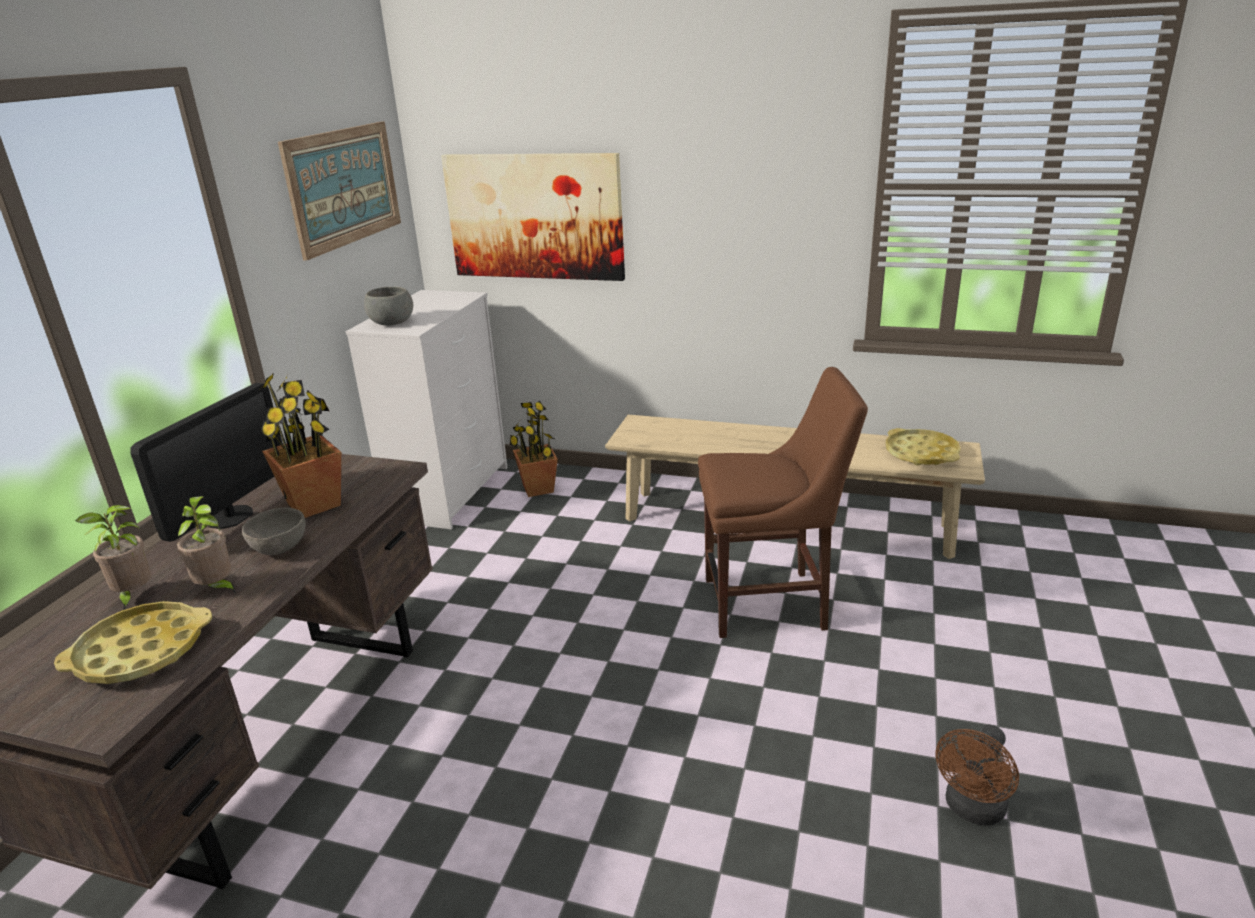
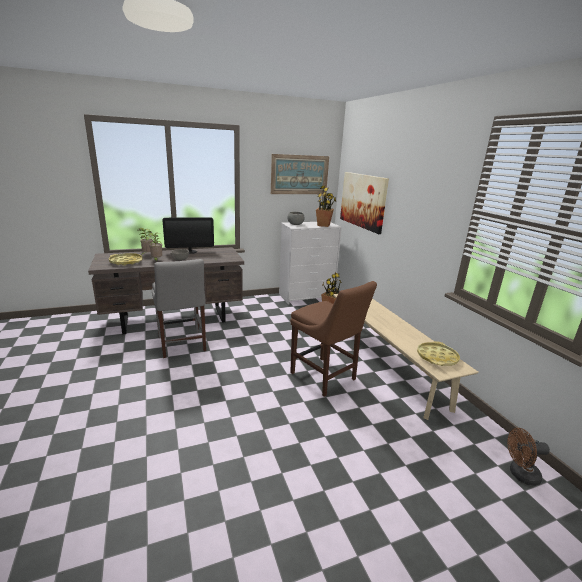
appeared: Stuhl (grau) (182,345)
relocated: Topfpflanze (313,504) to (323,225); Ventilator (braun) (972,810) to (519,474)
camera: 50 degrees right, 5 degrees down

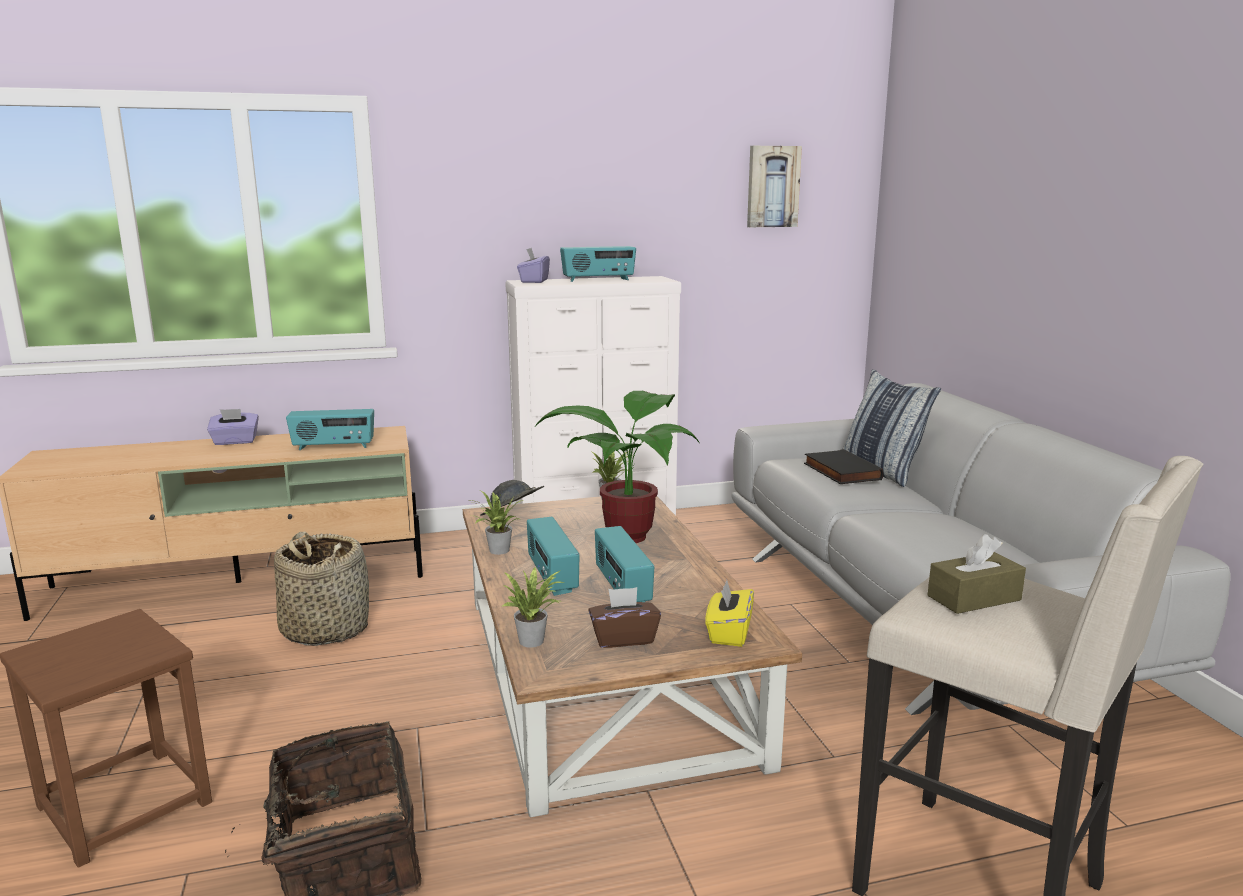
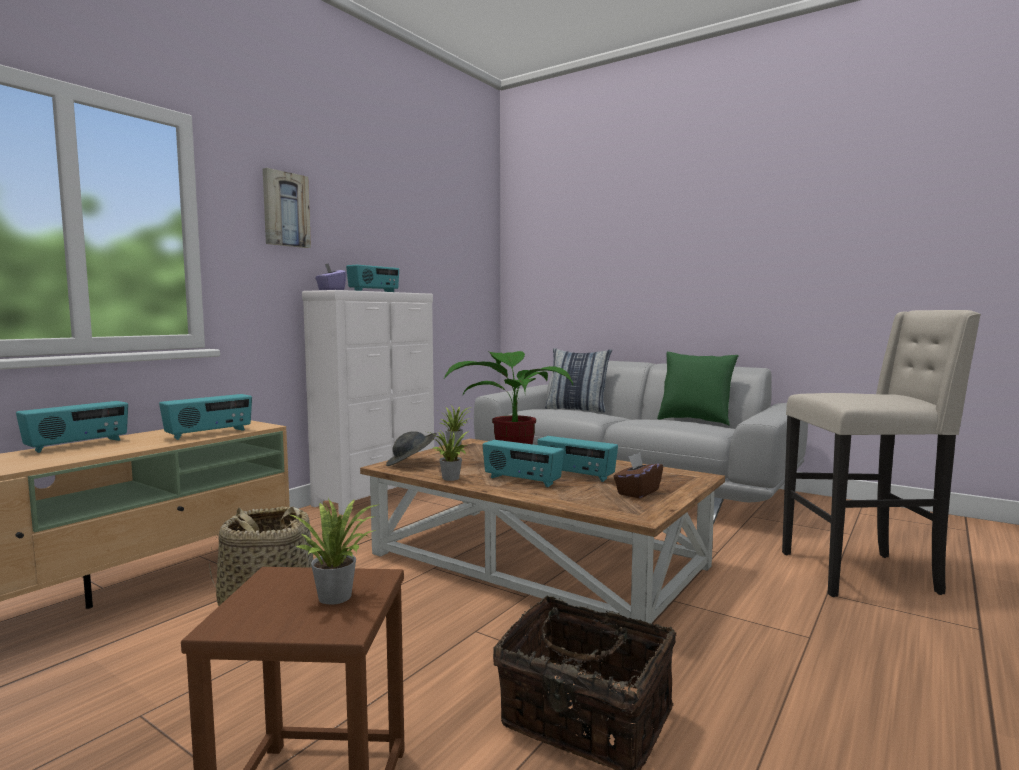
missing: Taschentuchbox (gelb) (728,633); Buch (schwarz) (840,471); Taschentuchbox (braun) (974,598)
appeared: Kissen (grün) (695,421)
relocated: Topfpflanze (535,640) to (338,595); Bild (772,186) to (285,209)
exchanged: Taschentuchbox (lila) (235,441) to Radio (78,445)
camera: 40 degrees left, 10 degrees down

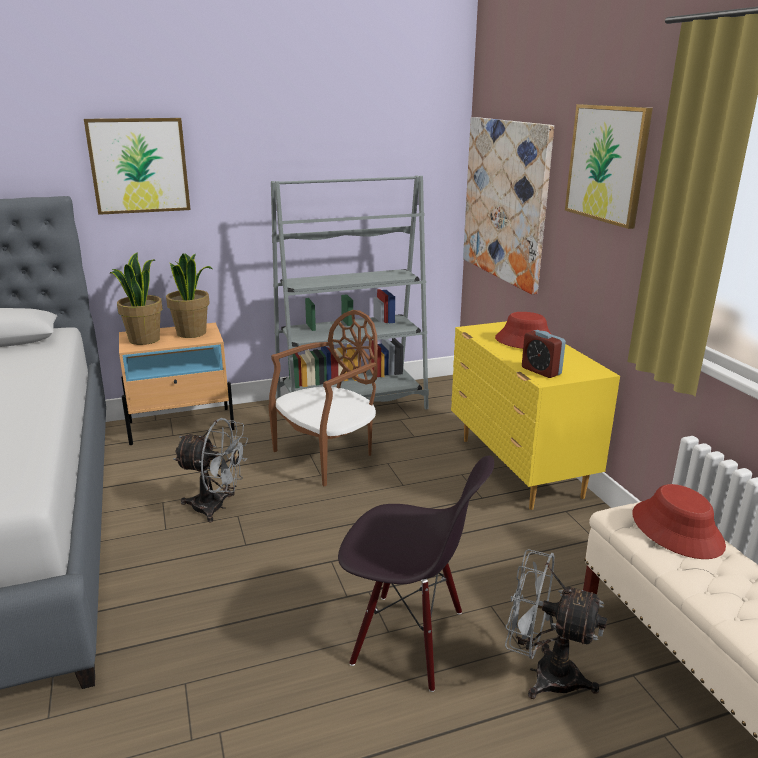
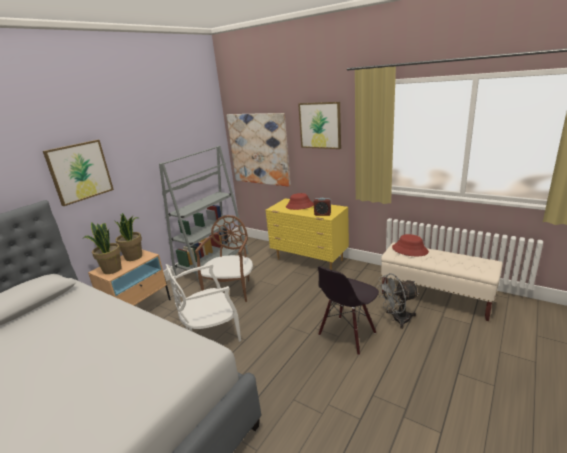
exchanged: Ventilator (grau) (216,507) to Stuhl (weiß) (210,333)
spun: Stuhl (schwarz) (408,639) = (347,334) 150 degrees clockwise
camera: 35 degrees left, 0 degrees up

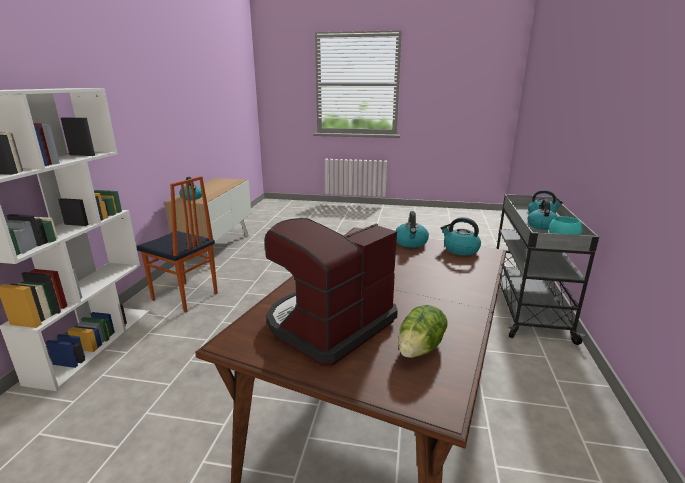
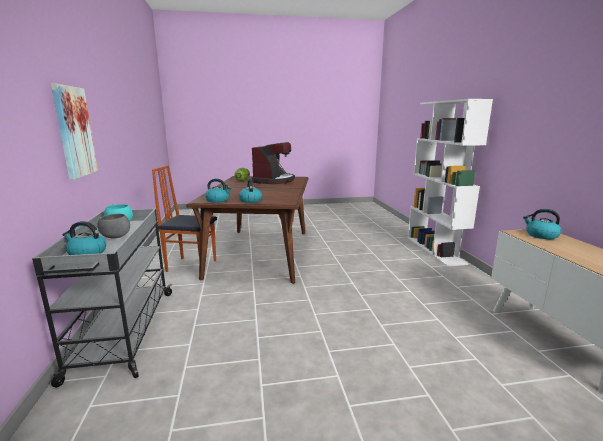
appeared: Bild (74,132)
relocated: Stuhl (184,297) to (191,265)
exchanged: Wasserkessel (541,225) to Schüssel (grau) (116,237)
camera: 160 degrees right, 5 degrees down

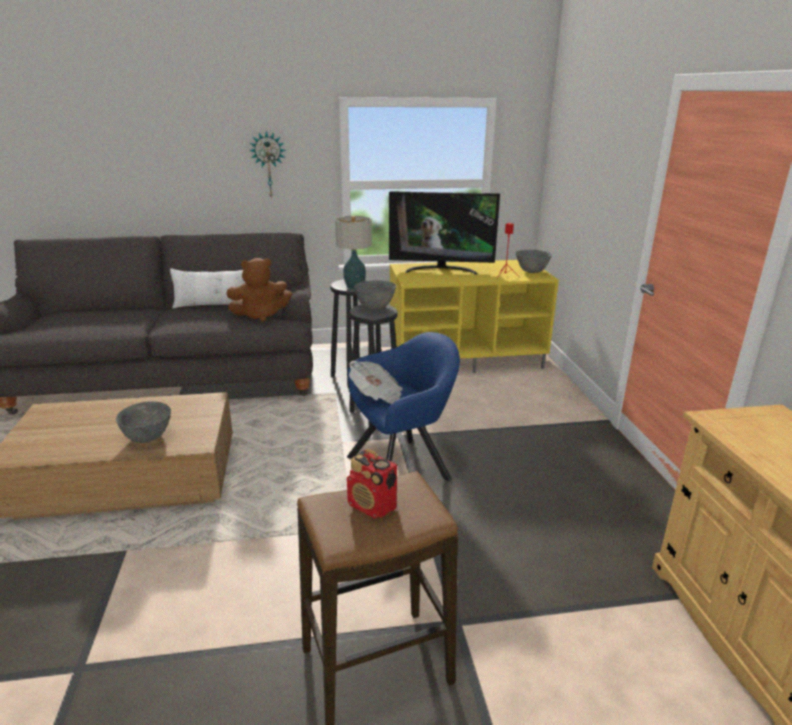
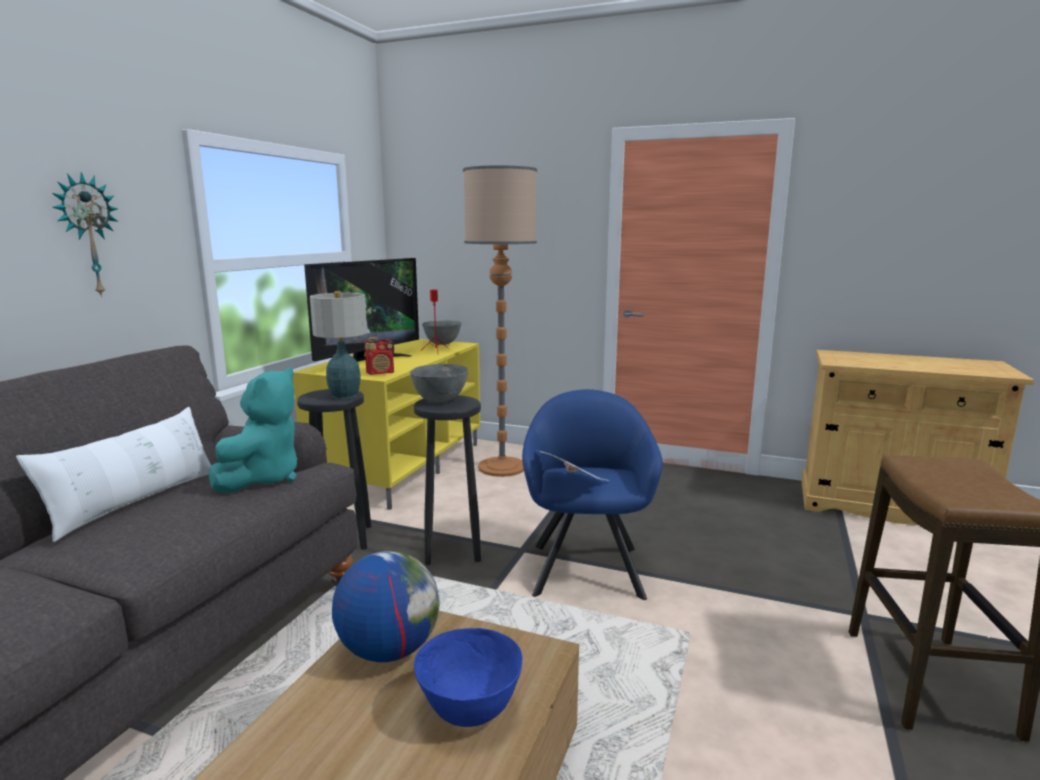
appeared: Globus (389,650); Stehlampe (502,467)
relocated: Radio (372,506) to (381,373)
colour: Schüssel (grau) (147,438) to Schüssel (blau) (470,711); Plüschtier (braun) (261,315) to Plüschtier (türkis) (263,478)
camera: 60 degrees left, 10 degrees down

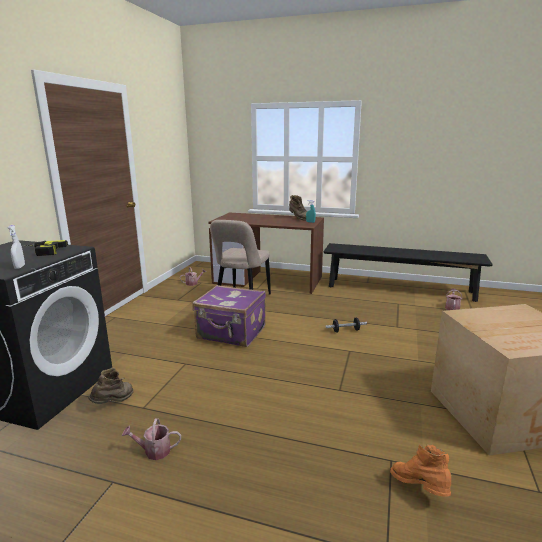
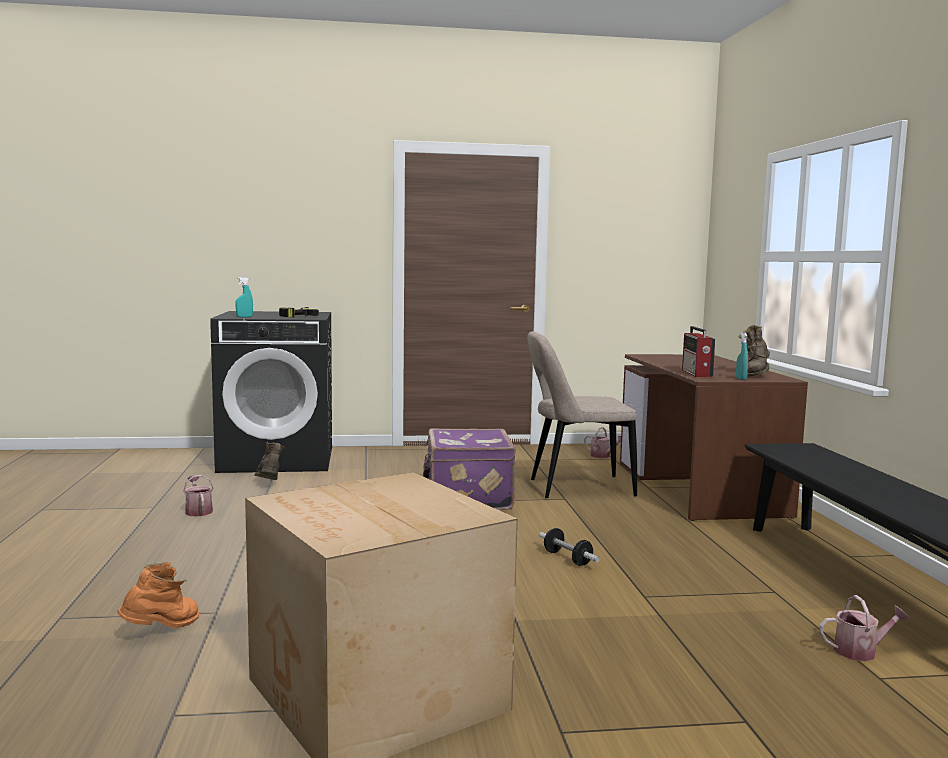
appeared: Radio (696,373)
colour: Sprühflasche (weiß) (19,267) to Sprühflasche (türkis) (244,317)
spun: Stiefel (braun) (114,402) = (268,484) 120 degrees counterclockwise
camera: 65 degrees right, 10 degrees down

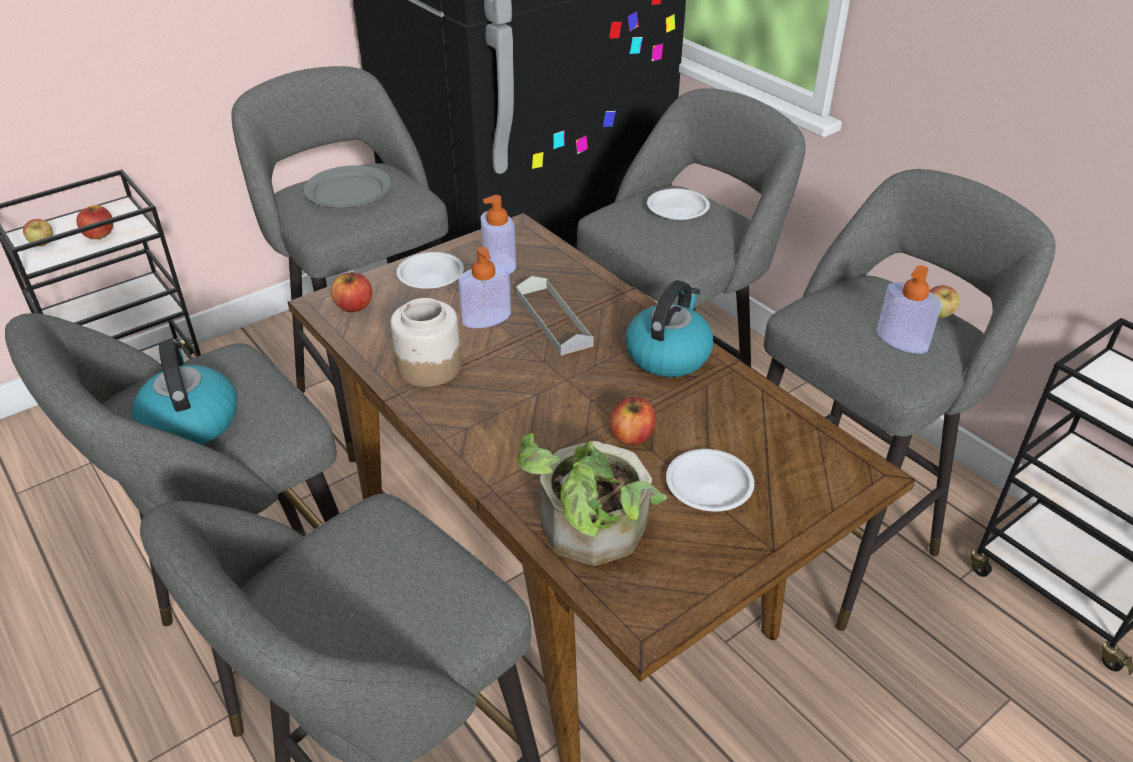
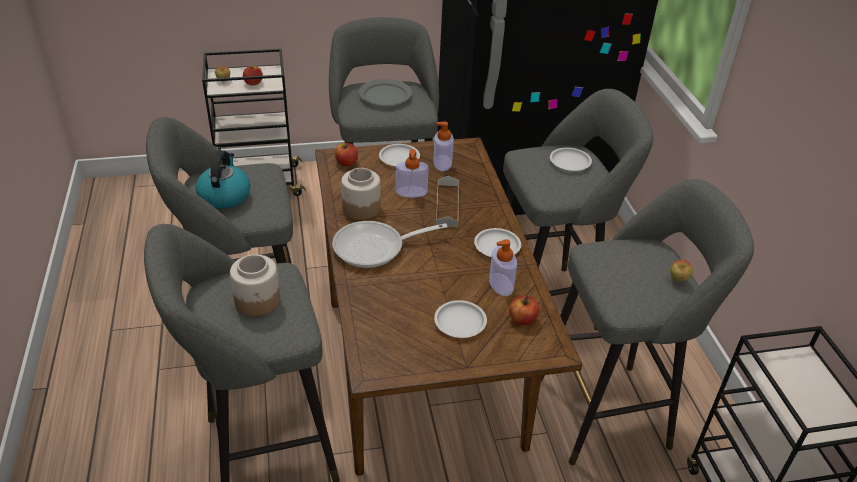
missing: Topfpflanze (589,536)
appeared: Vorratsglas (258,301); Pfanne (375,248)
relocated: Apfel (631,436) to (522,319); Seifenspender (902,340) to (501,284)
exchanged: Wasserkessel (668,354) to Teller (weiß) (496,246)
camera: 25 degrees right, 0 degrees up

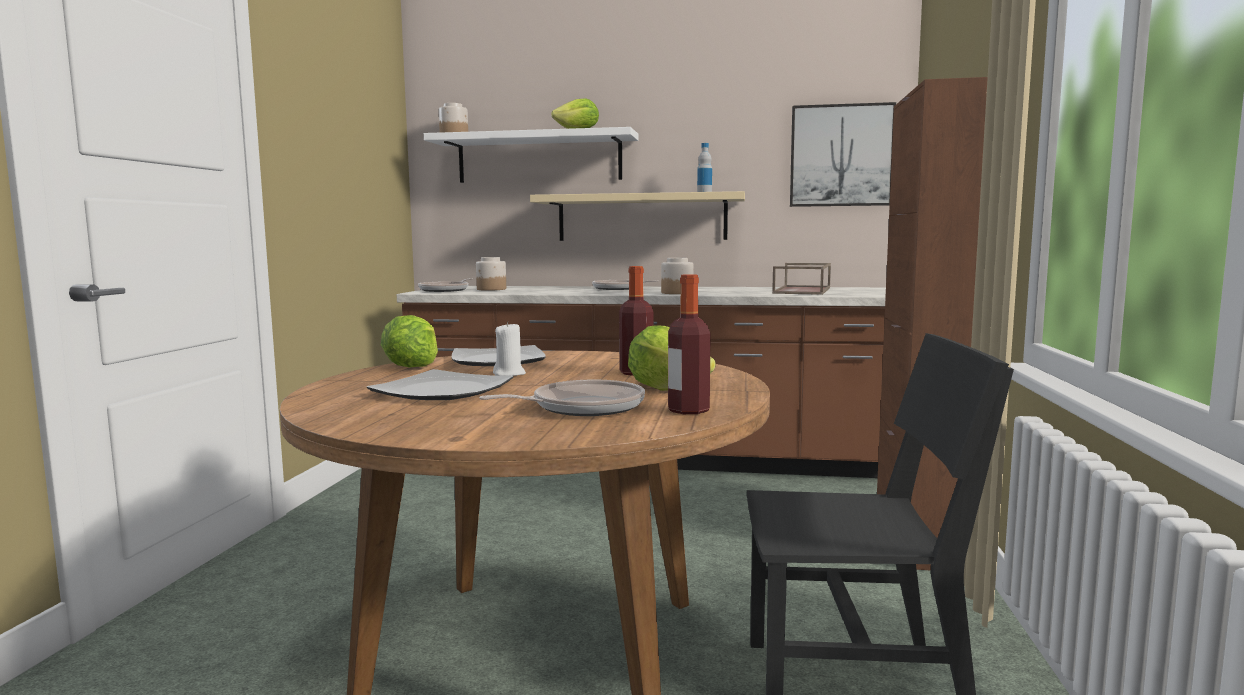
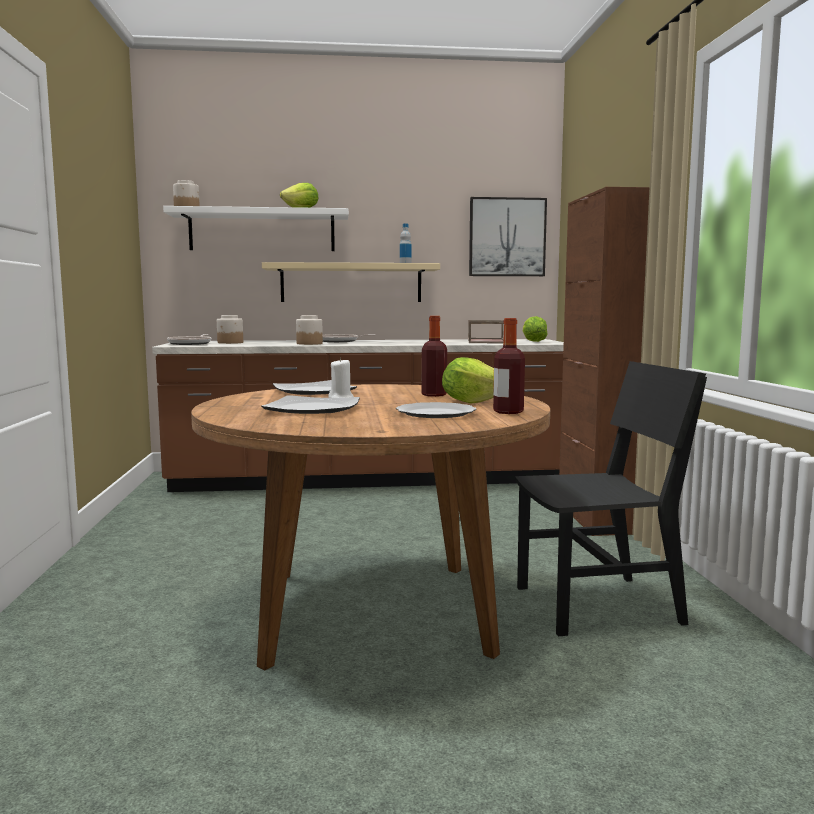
relocated: Salatkopf (412,367) to (533,341); Vorratsglas (677,293) to (309,343)
exchanged: Pfanne (582,407) to Teller (434,413)
camera: 15 degrees left, 0 degrees up

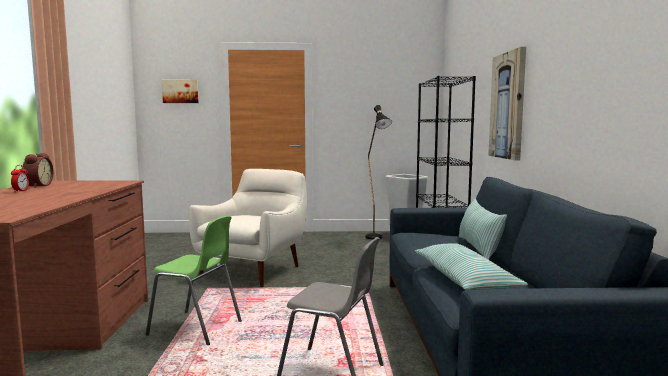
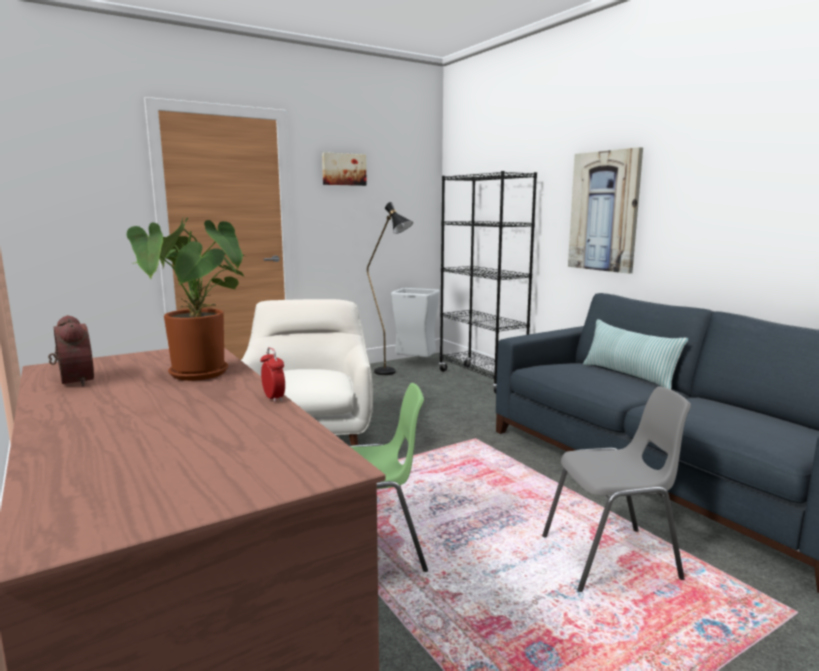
missing: Kissen (464,280)
appeared: Topfpflanze (203,375)
relocated: Wecker (21,191) to (274,398); Bild (180,91) to (343,169)
camera: 30 degrees left, 5 degrees up

